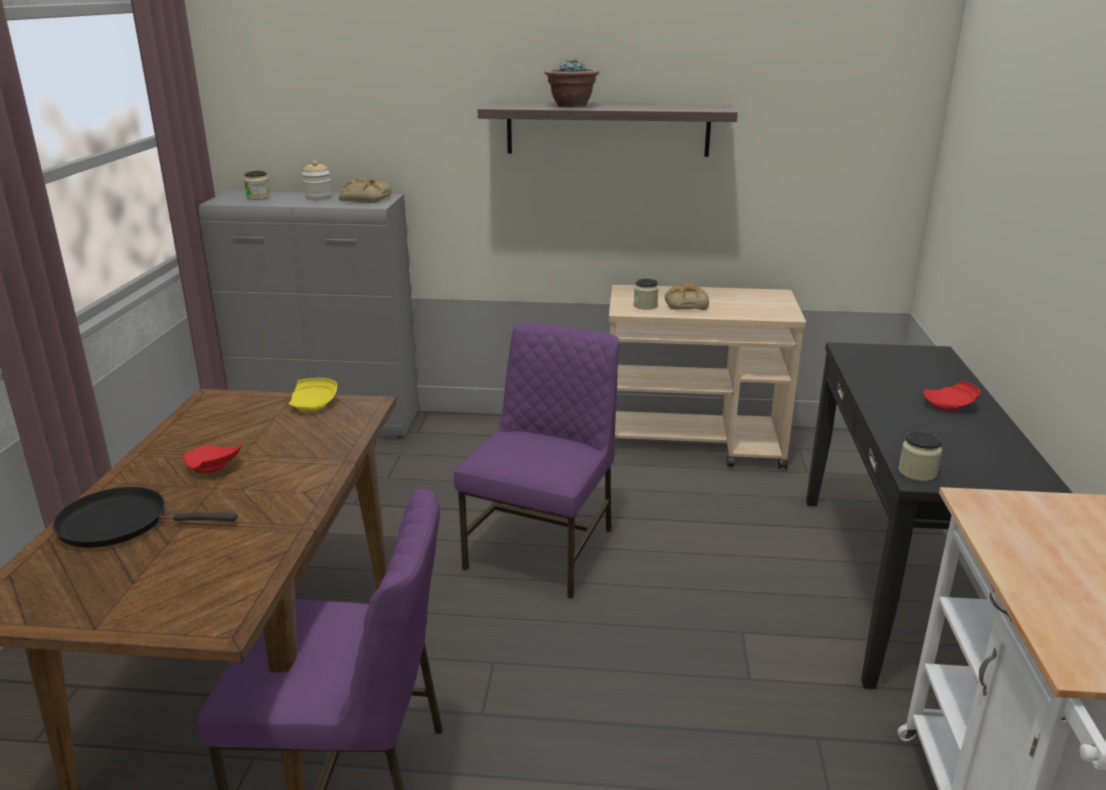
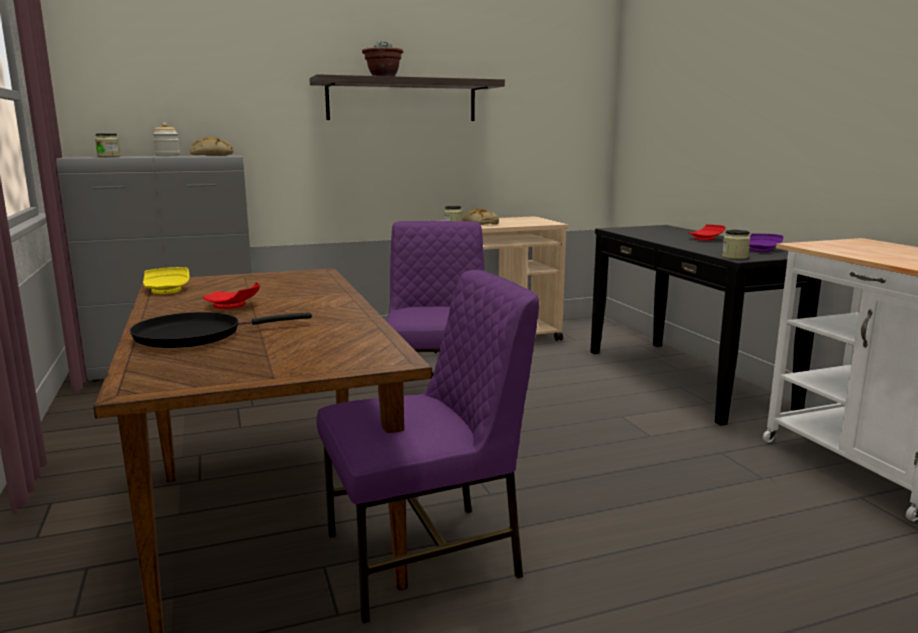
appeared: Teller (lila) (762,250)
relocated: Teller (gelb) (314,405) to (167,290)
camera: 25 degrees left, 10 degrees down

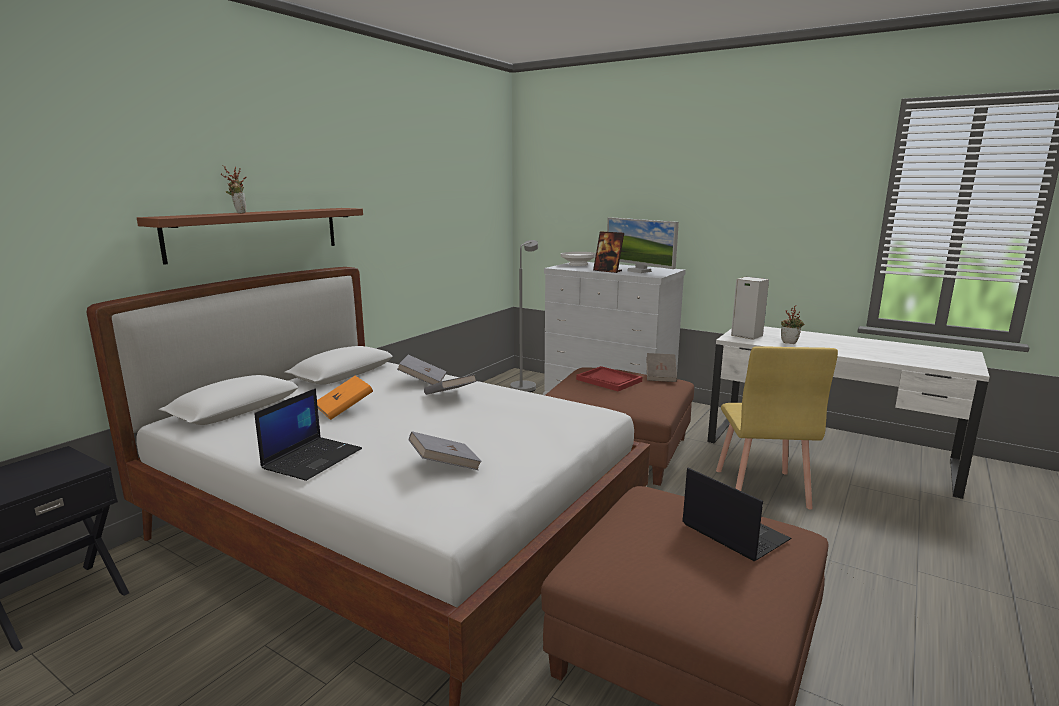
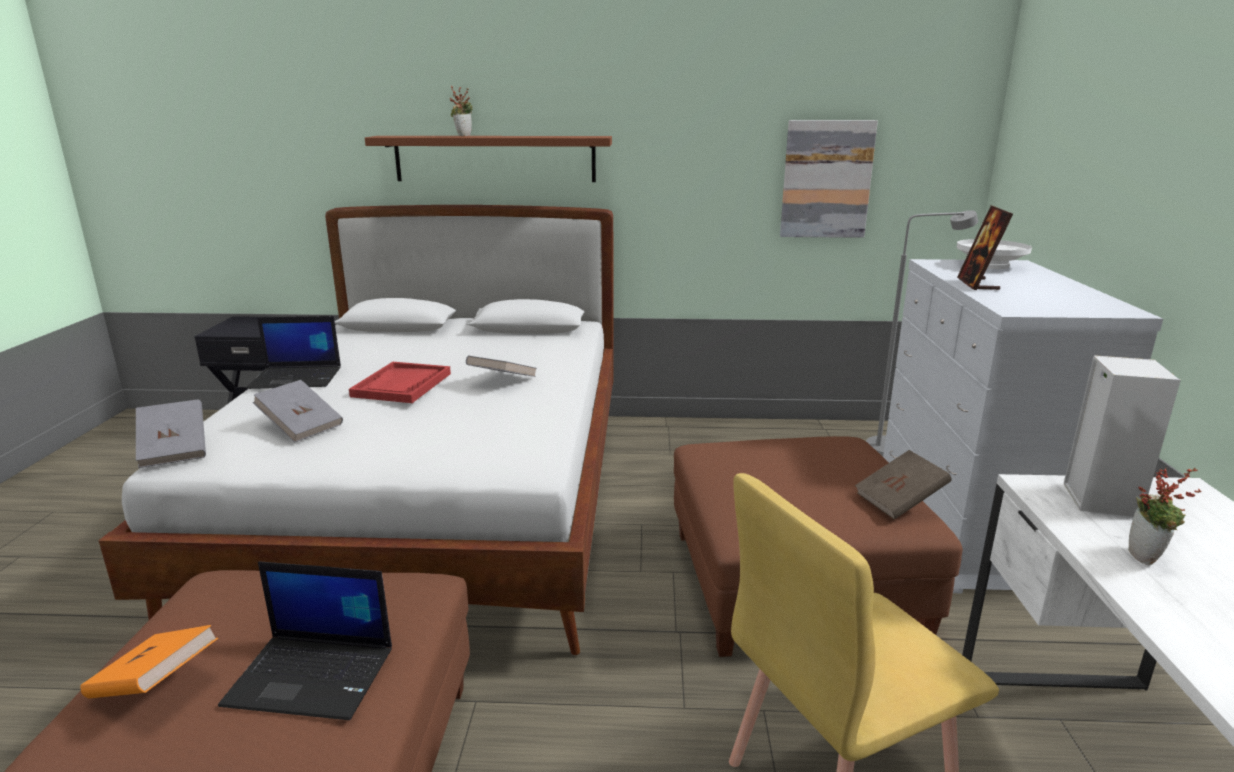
missing: Monitor (639,271)
appeared: Bild (826,179)
relocated: Buch (orange) (344,409) to (155,685); Buch (grau) (423,381) to (175,450); Tablett (rot) (609,380) to (402,385)
spun: Laptop (732,532) = (313,676) 75 degrees clockwise
camera: 60 degrees right, 5 degrees up

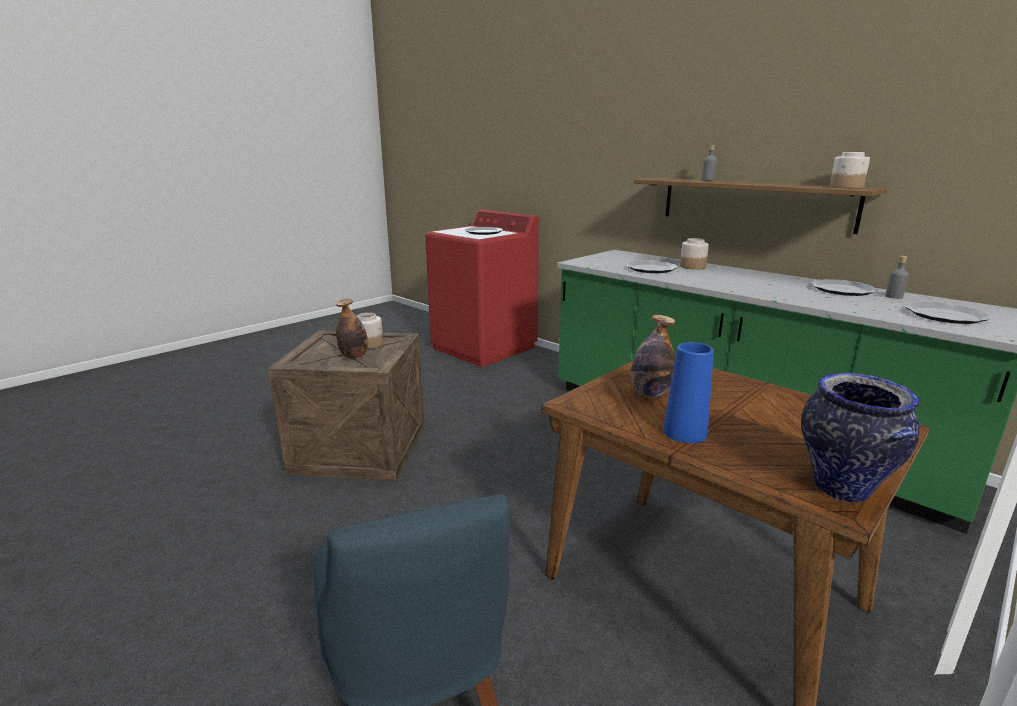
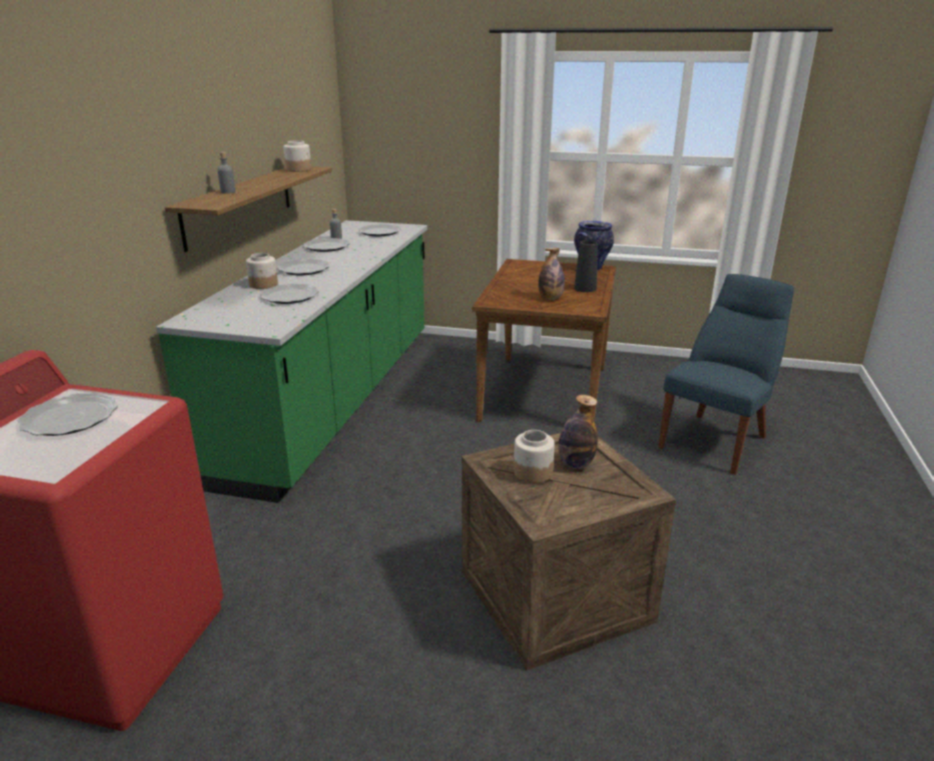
appeared: Teller (304,269)
colour: Vase (blau) (684,432) to Vase (schwarz) (585,288)
camera: 120 degrees left, 5 degrees up

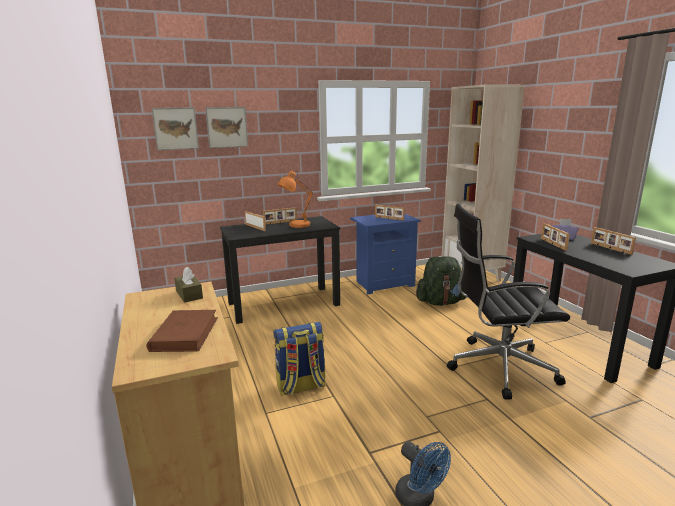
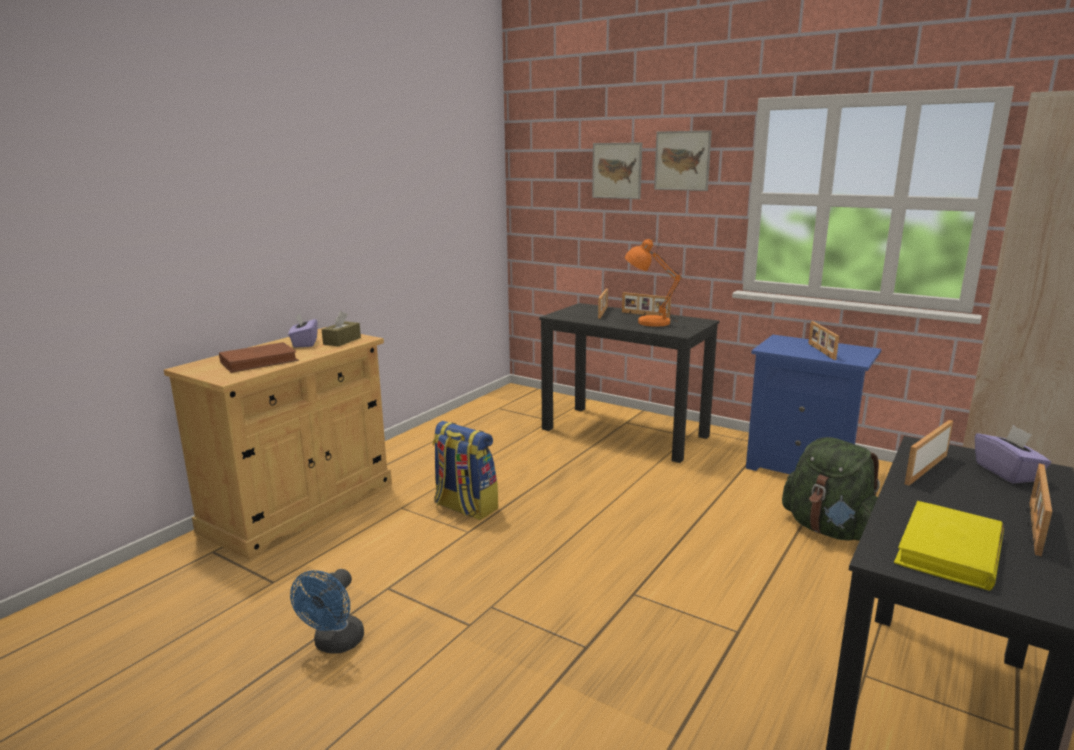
missing: Bürostuhl (schwarz) (498,367)
appeared: Taschentuchbox (lila) (304,343); Buch (gelb) (949,550)
relocated: Bild (175,128) to (682,161)
camera: 55 degrees right, 0 degrees up

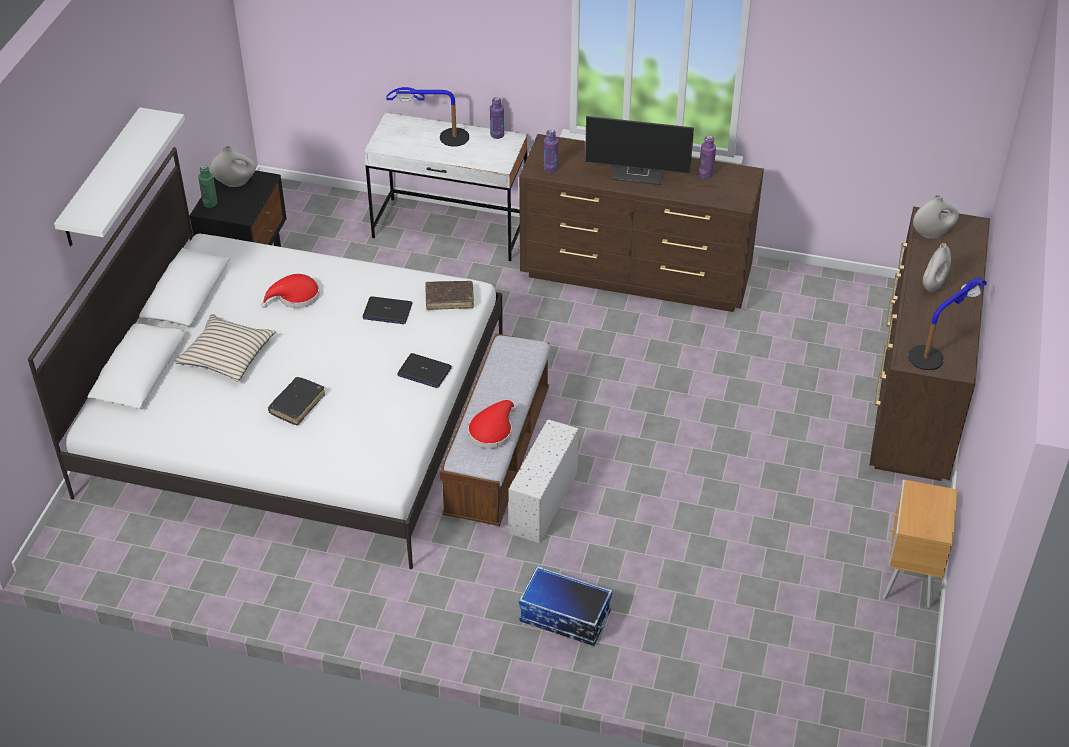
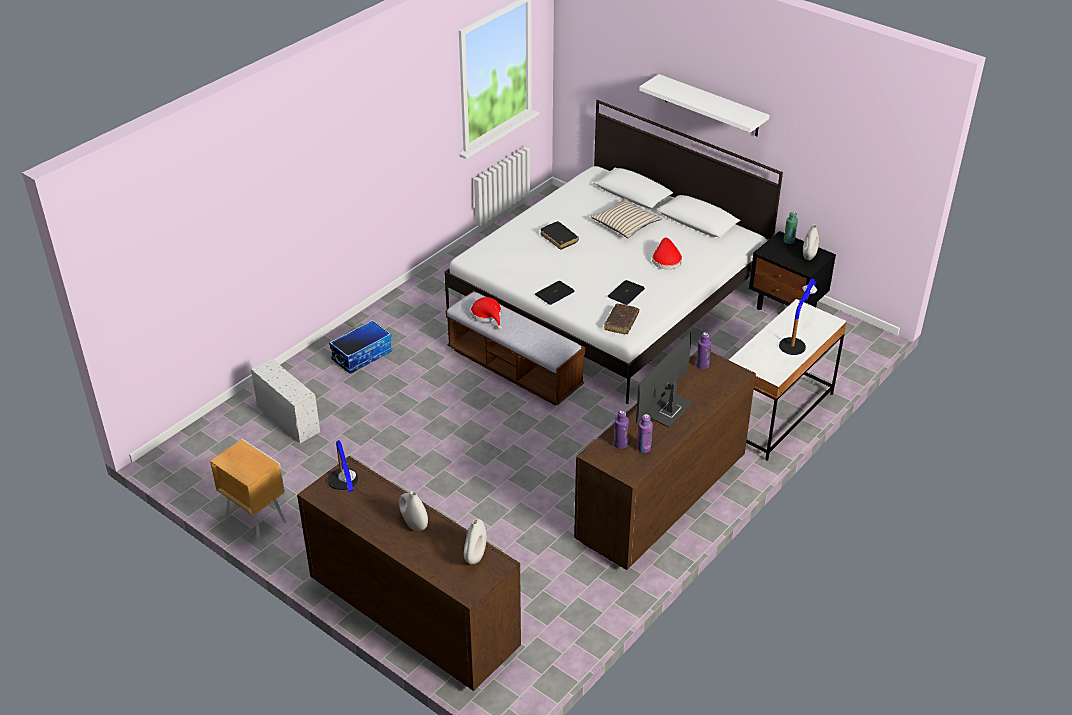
relocated: Flasche (lila) (497,135) to (620,444); Aufbewahrungsbox (weiß) (543,503) to (287,418)
camera: 115 degrees right, 5 degrees down

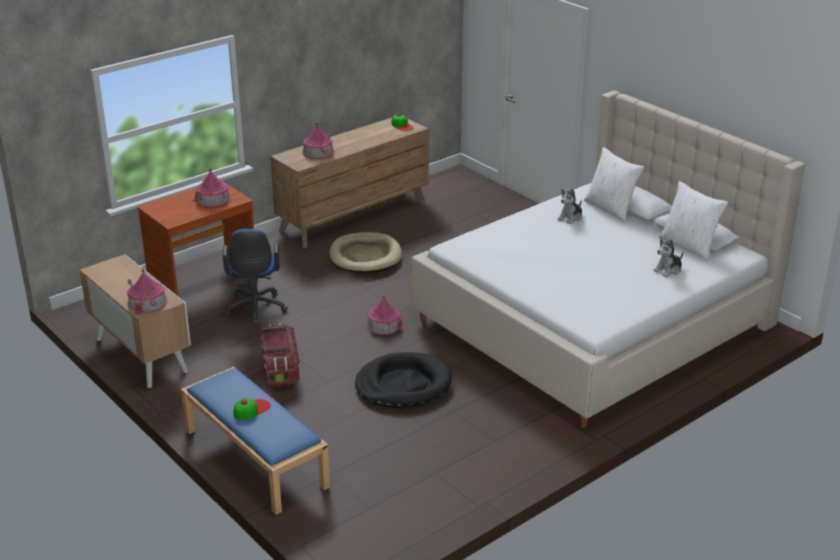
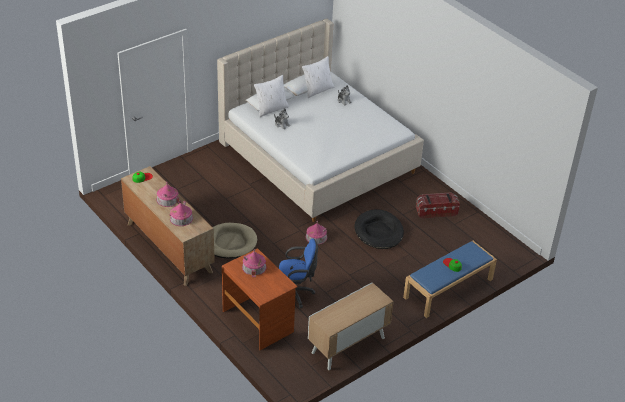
relocated: Spielzeughaus (147,302) to (167,199); Aufbewahrungsbox (280,368) to (436,211)
camera: 90 degrees left, 10 degrees up

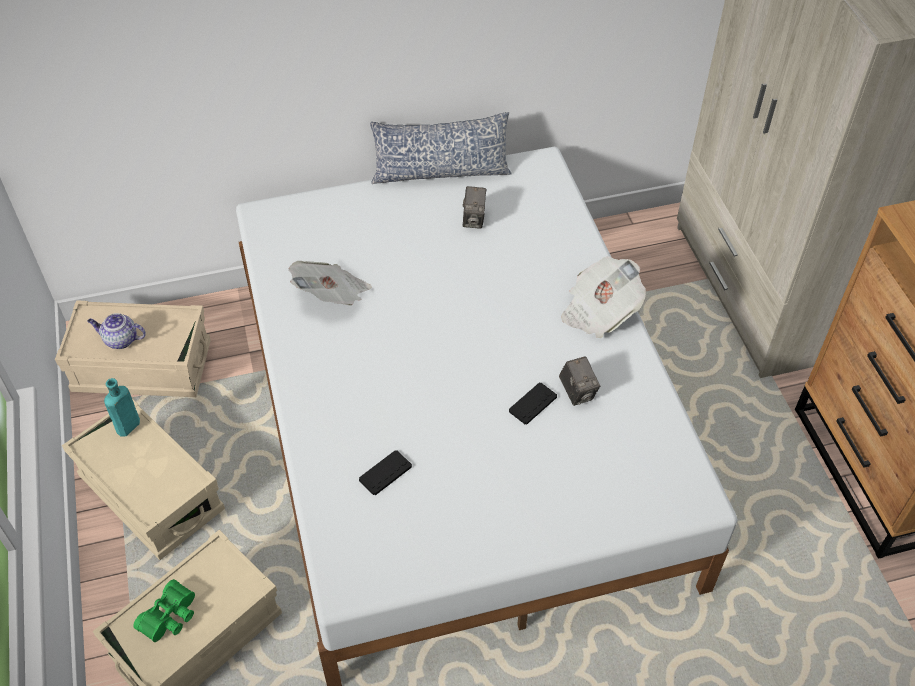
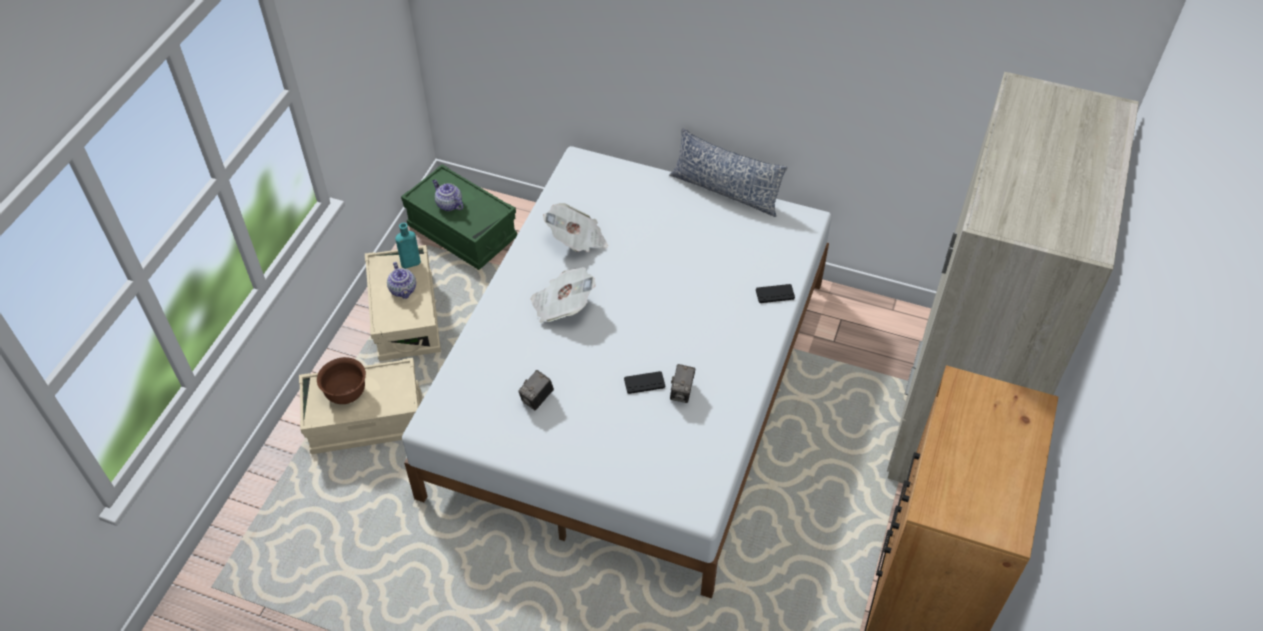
appeared: Teekanne (403,290)
relocated: Gamepad (schwarz) (385,473) to (775,294); Kamera (474,219) to (537,399); Zeitung (599,311) to (562,306)
exchanged: Fernglas (grün) (171,617) to Schüssel (braun) (346,393)
colour: Aufbewahrungsbox (beige) (143,367) to Aufbewahrungsbox (grün) (462,232)
camera: 35 degrees right, 0 degrees up

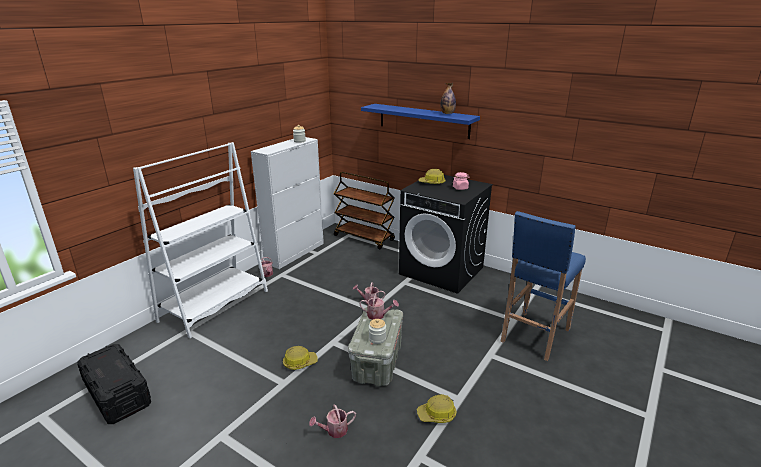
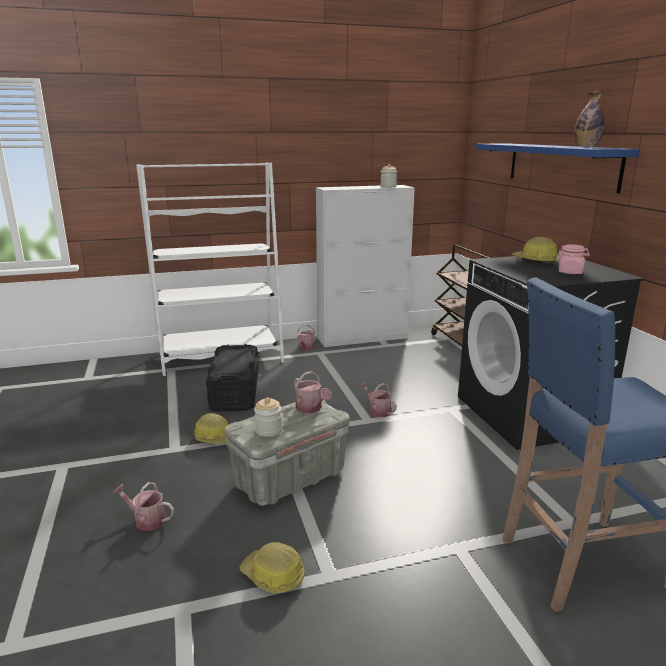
relocated: Aufbewahrungsbox (schwarz) (118,394) to (235,392)
camera: 40 degrees right, 5 degrees down

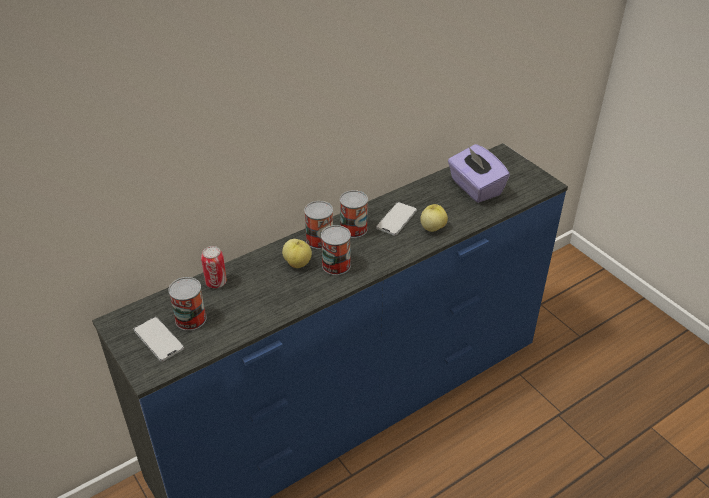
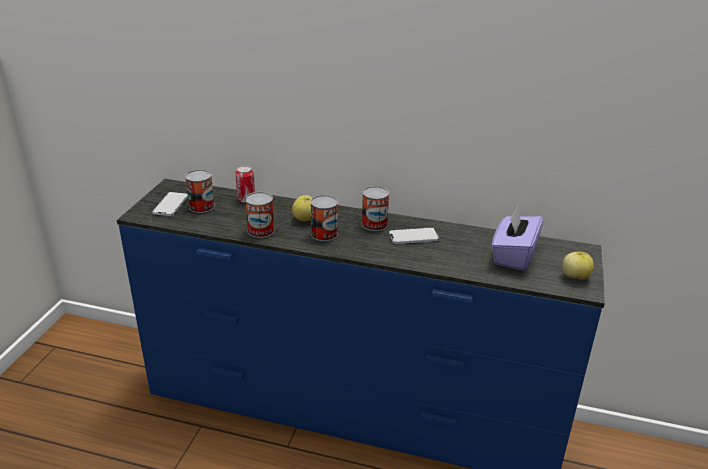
relocated: Dose (319,240) to (260,230); Apfel (432,228) to (575,276)
camera: 50 degrees right, 10 degrees down

